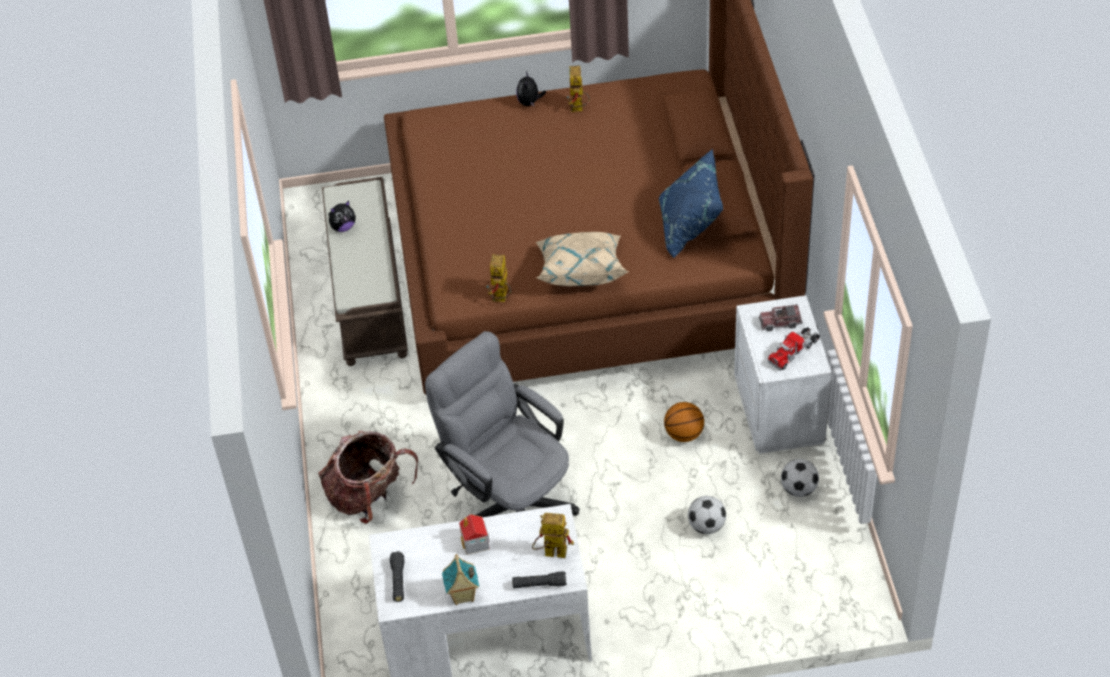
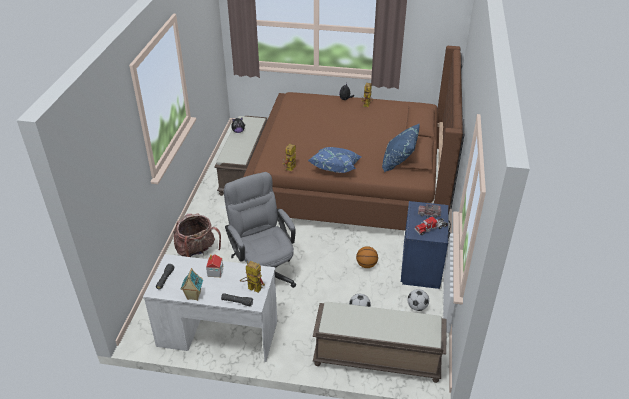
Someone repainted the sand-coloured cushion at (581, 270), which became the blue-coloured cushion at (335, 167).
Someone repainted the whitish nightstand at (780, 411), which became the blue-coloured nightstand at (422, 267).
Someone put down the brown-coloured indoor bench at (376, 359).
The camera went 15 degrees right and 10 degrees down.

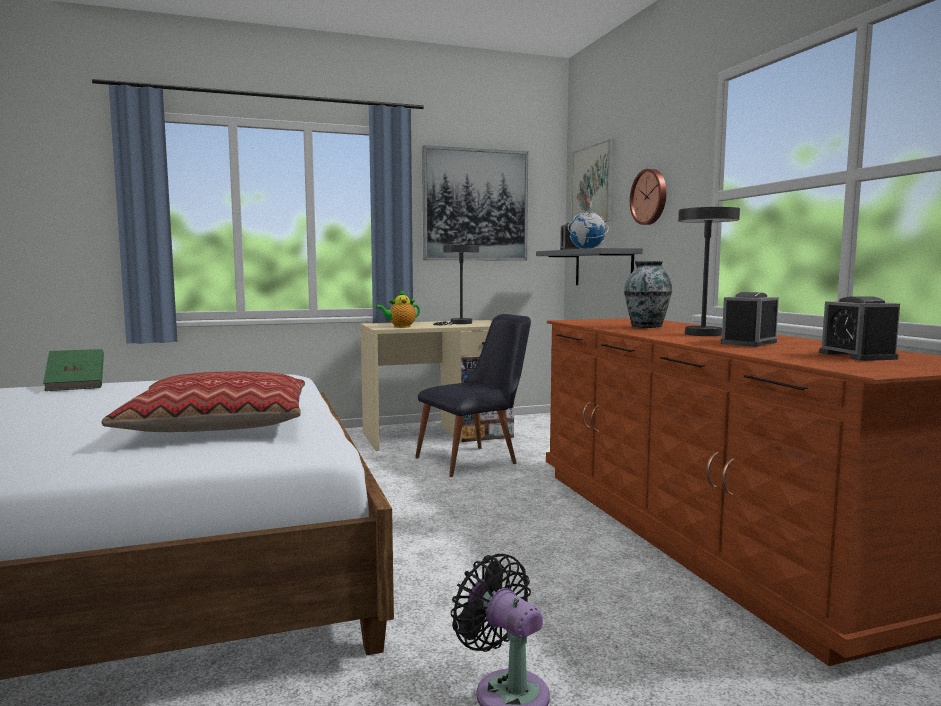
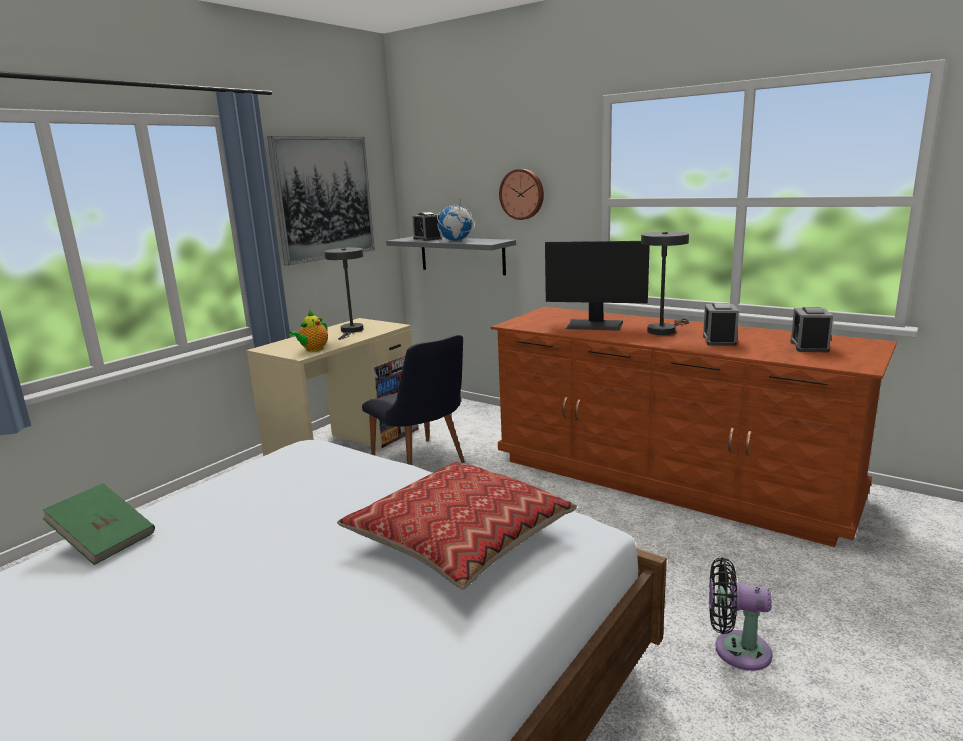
Someone took away the wall picture at (593, 184).
Someone swapped the vase at (647, 327) for the computer screen at (595, 325).
Someone rotated the bedside clock at (857, 356) by 60 degrees clockwise.
Someone rotated the black chair at (475, 459) by 120 degrees clockwise.
The camera went 35 degrees left and 10 degrees up.

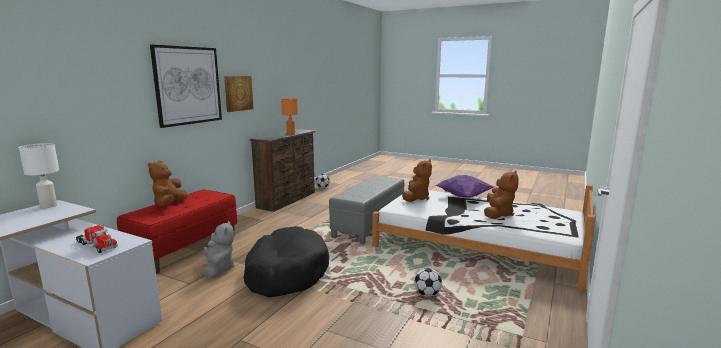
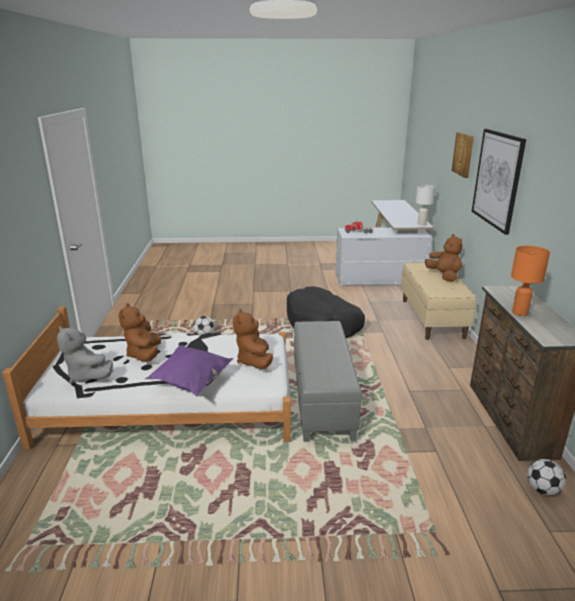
Someone carried the wall picture from (238, 93) to (463, 154).
Someone repainted the red-coloured indoor bench at (185, 249), which became the sand-coloured indoor bench at (432, 318).
Someone carried the greyish cuddly toy from (219, 269) to (87, 376).
The camera went 150 degrees right and 10 degrees up.

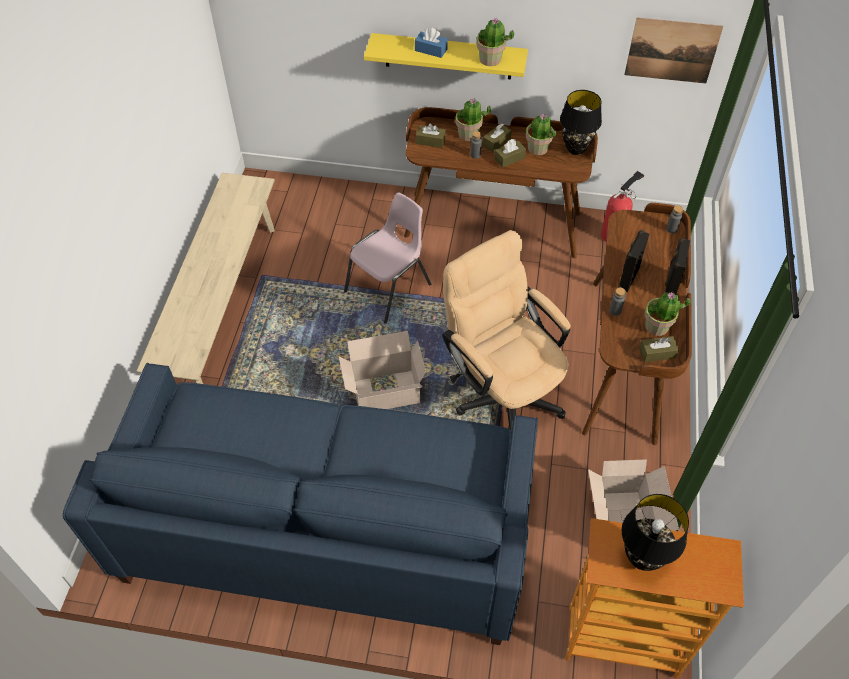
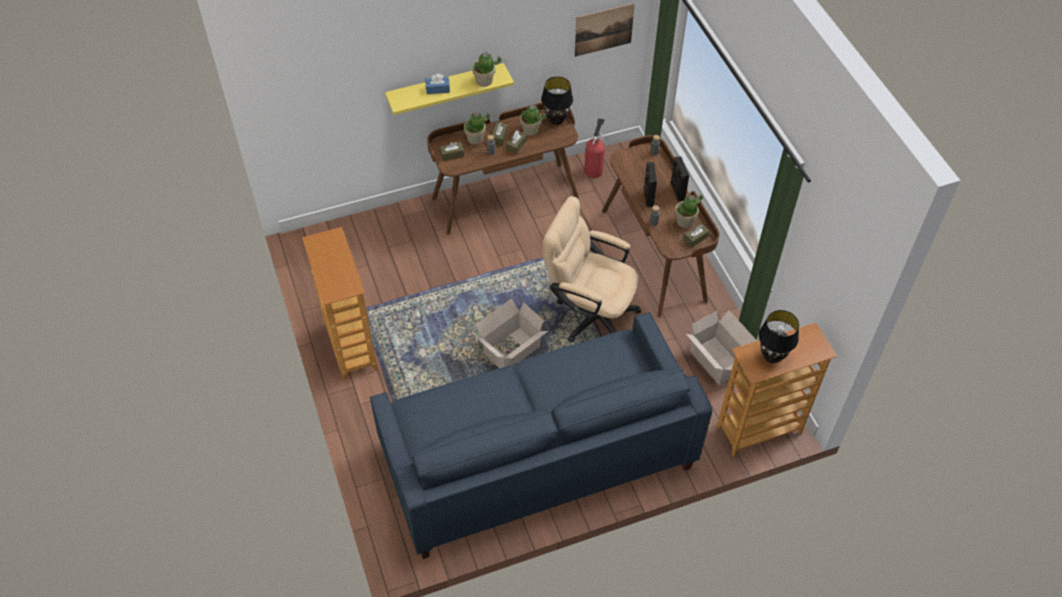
Someone swapped the sand-coloured indoor bench at (222, 308) for the bookcase at (350, 346).
Someone took away the pinkish chair at (389, 288).
The camera went 30 degrees left and 0 degrees up.

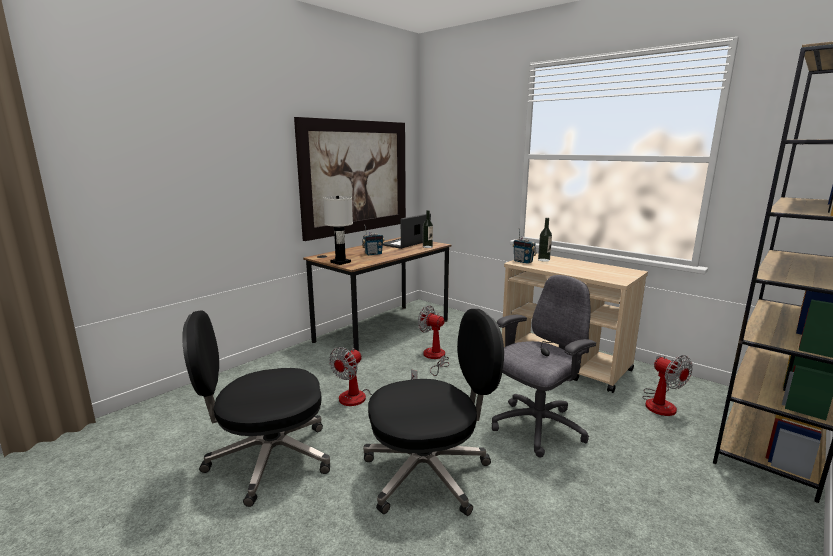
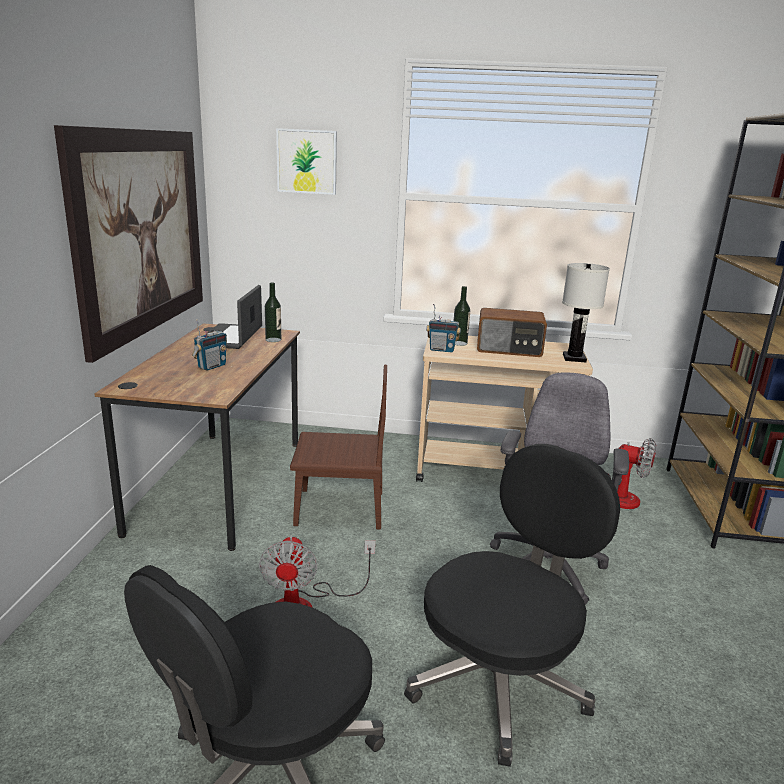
Someone carried the whitish lamp for a table from (340, 262) to (574, 358).
Someone swapped the electric fan at (435, 358) for the brown-coloured chair at (339, 508).
Someone put up the wall picture at (307, 161).
Someone put down the radio at (509, 349).
The camera went 35 degrees left and 5 degrees up.

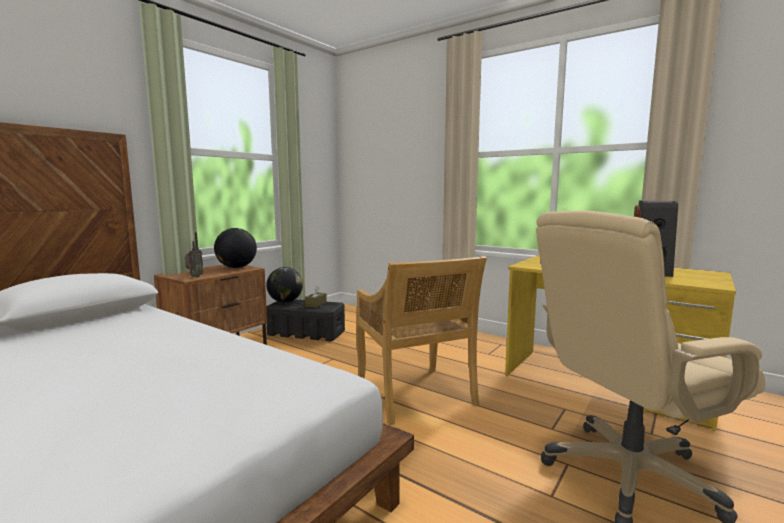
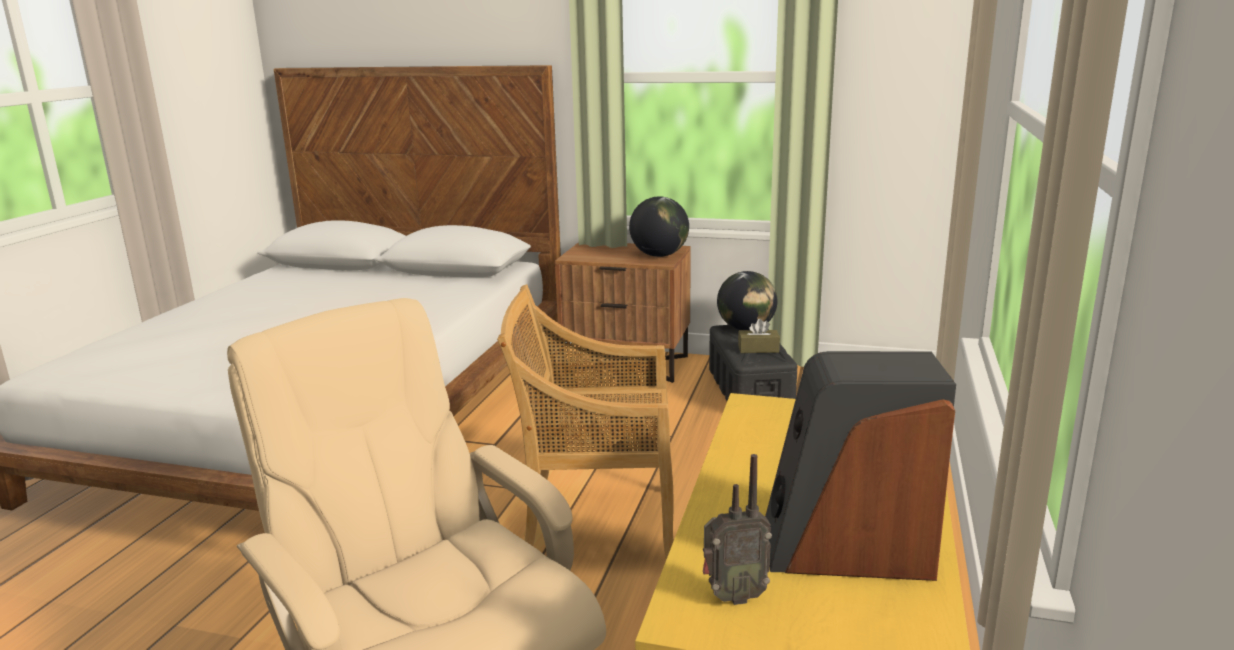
Someone carried the radio from (194, 277) to (732, 596).
Someone rotated the sand-coloured chair at (416, 395) by 45 degrees clockwise.
The camera went 70 degrees right and 10 degrees up.

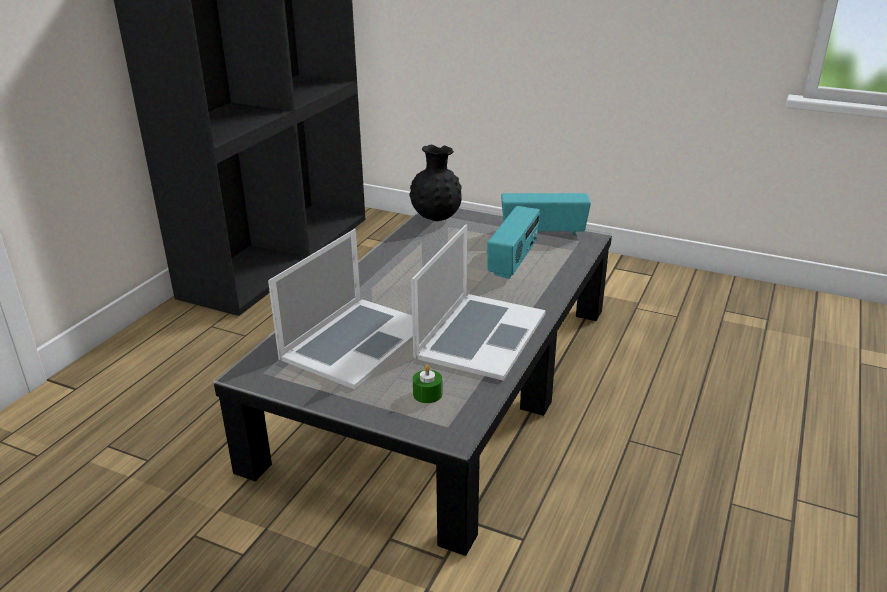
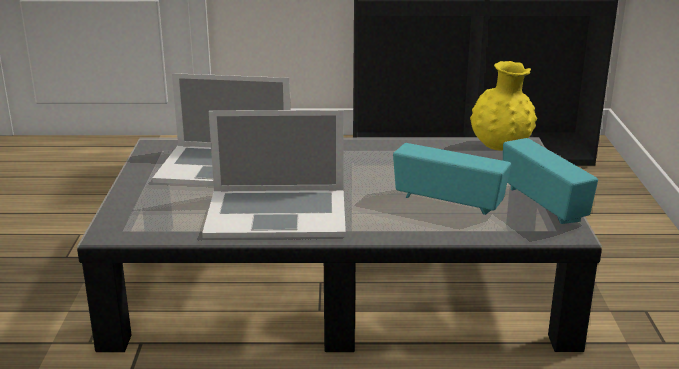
Someone repainted the black vase at (436, 218), which became the yellow-coloured vase at (500, 148).
Someone rotated the radio at (514, 261) by 150 degrees counterclockwise.
Someone took away the green candle at (427, 394).
The camera went 65 degrees right and 5 degrees down.

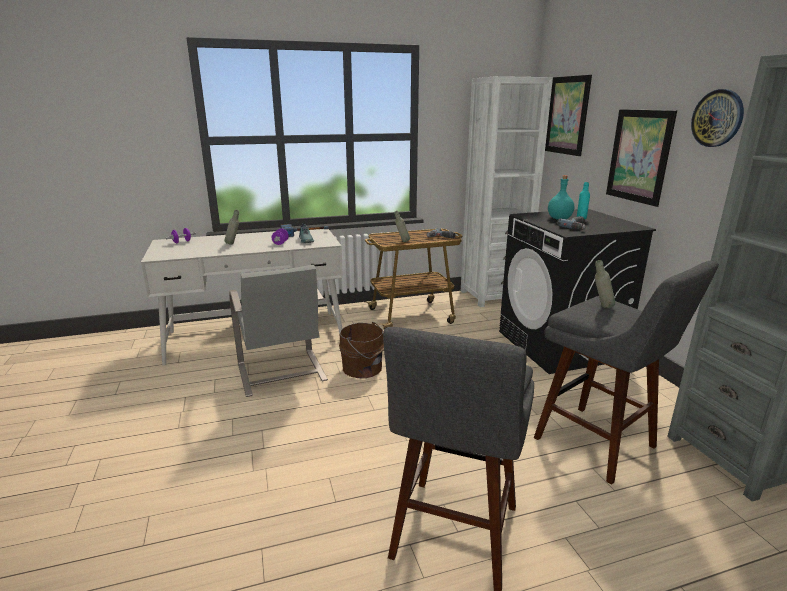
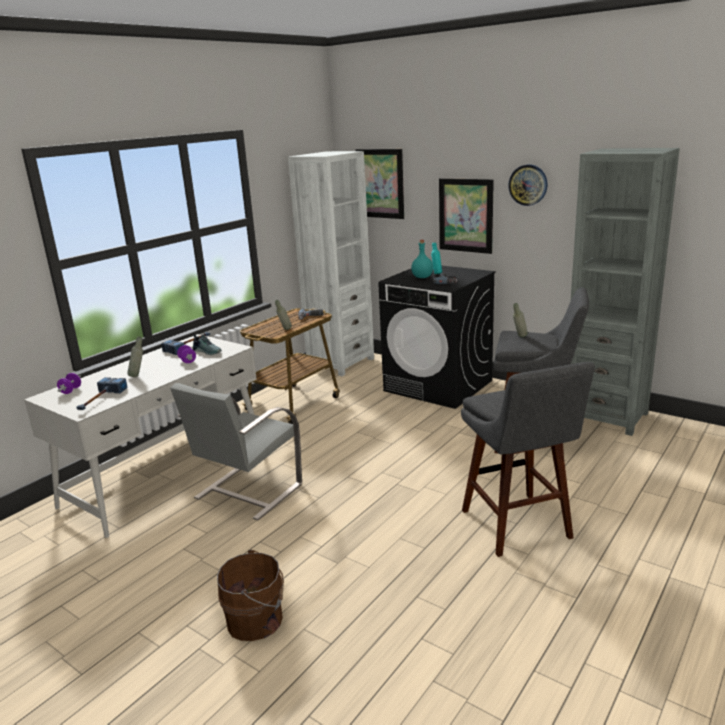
Someone rotated the greyish chair at (281, 373) by 90 degrees clockwise.
Someone carried the brown-coloured pail from (363, 369) to (257, 620).
Someone put down the tool hammer at (100, 400).
The camera went 35 degrees left and 0 degrees up.

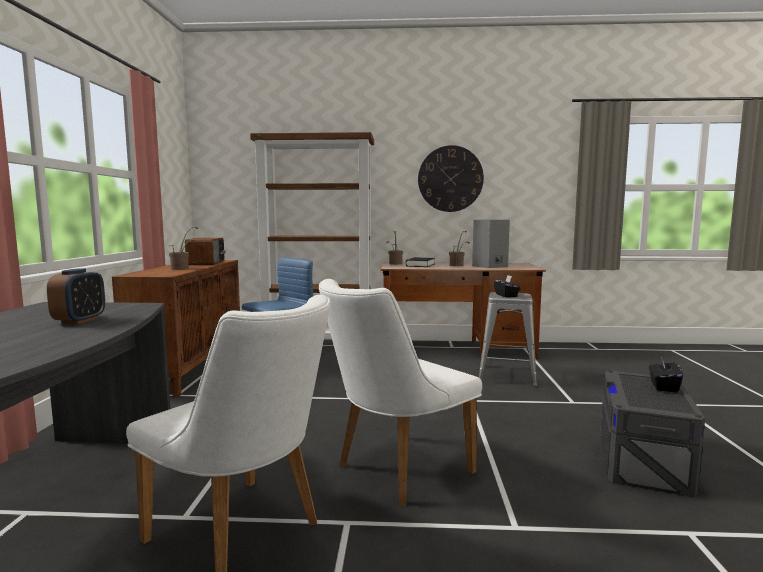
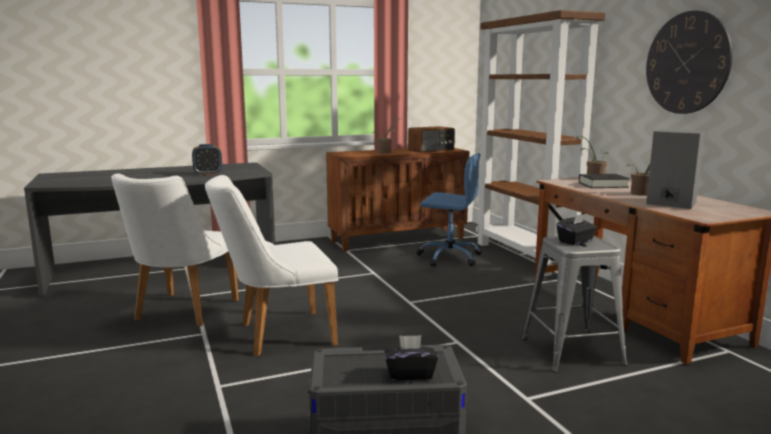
Someone rotated the whitish chair at (394, 471) by 45 degrees counterclockwise.
The camera went 65 degrees right and 5 degrees up.

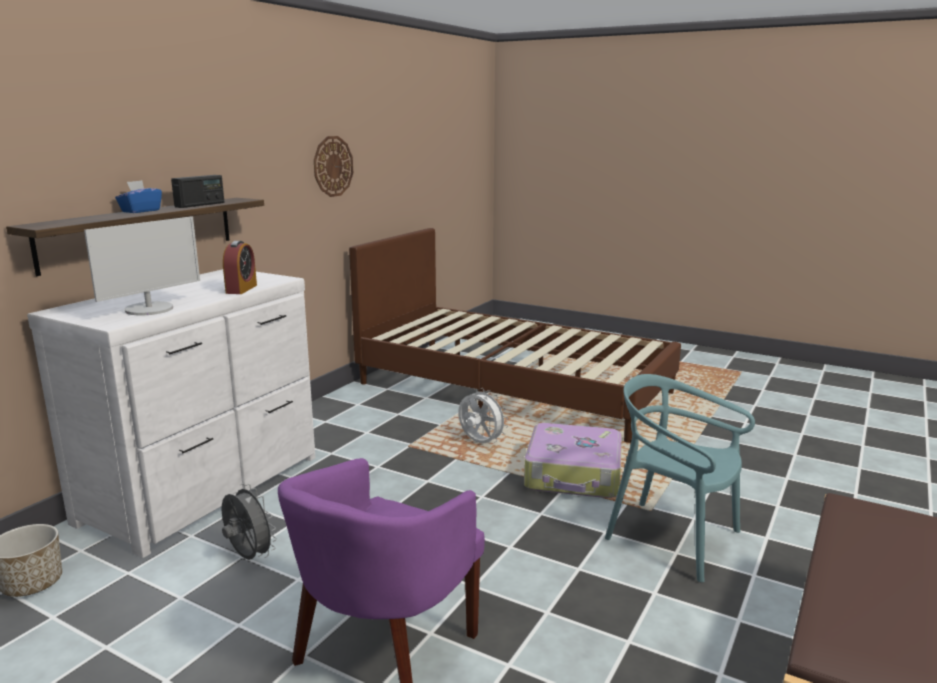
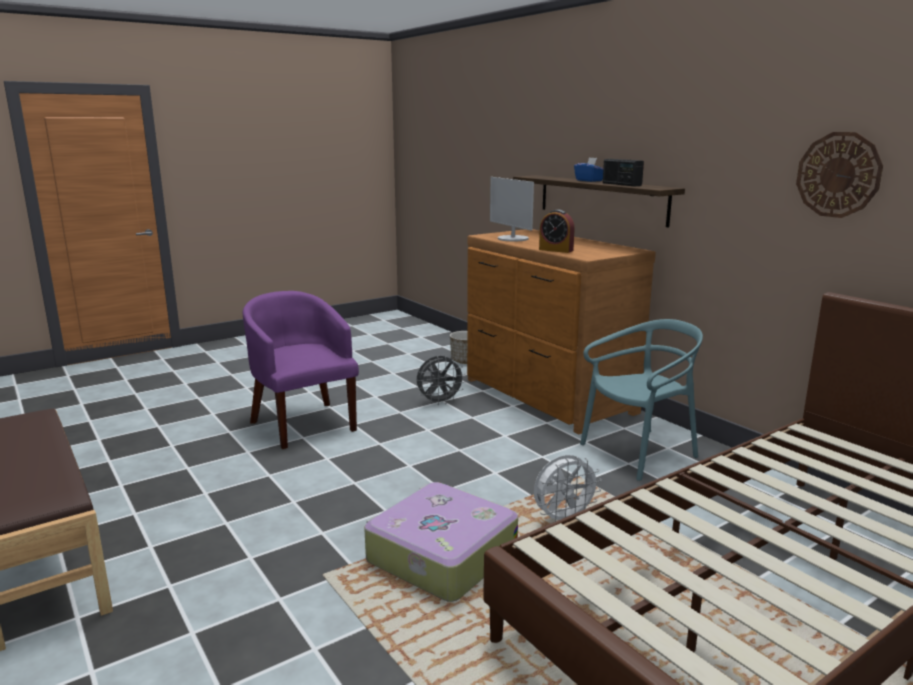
Someone repainted the whitish dresser at (206, 489), which became the brown-coloured dresser at (546, 396).
Someone carried the turquoise-coloured chair from (673, 538) to (639, 453).
The camera went 115 degrees right and 0 degrees up.

